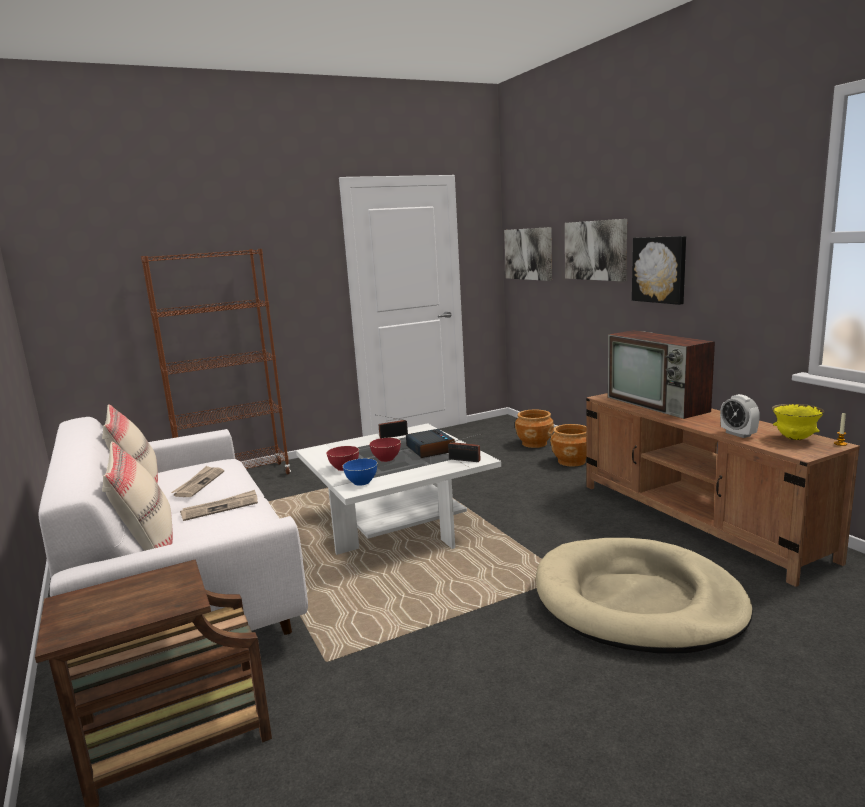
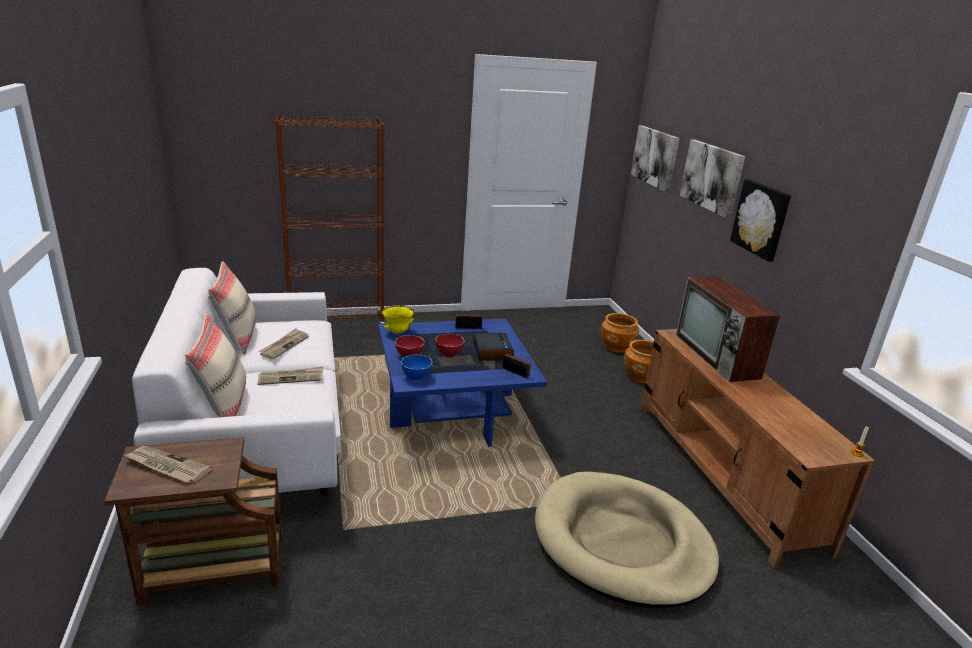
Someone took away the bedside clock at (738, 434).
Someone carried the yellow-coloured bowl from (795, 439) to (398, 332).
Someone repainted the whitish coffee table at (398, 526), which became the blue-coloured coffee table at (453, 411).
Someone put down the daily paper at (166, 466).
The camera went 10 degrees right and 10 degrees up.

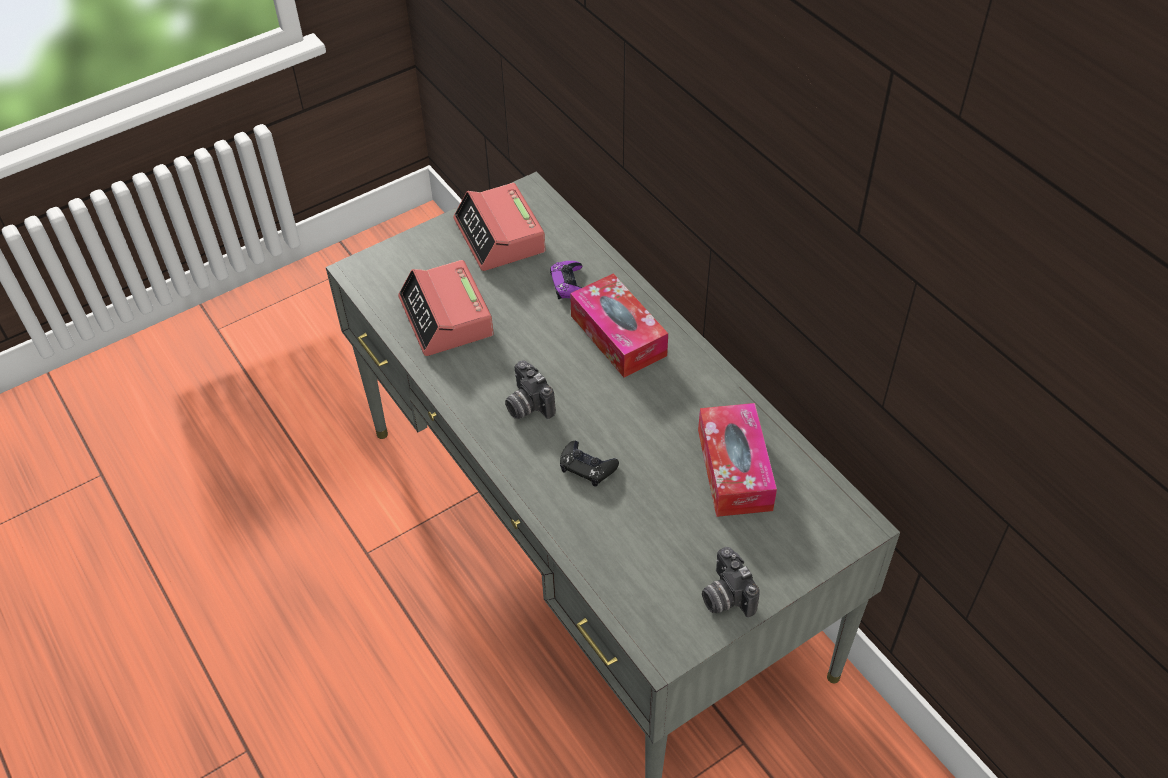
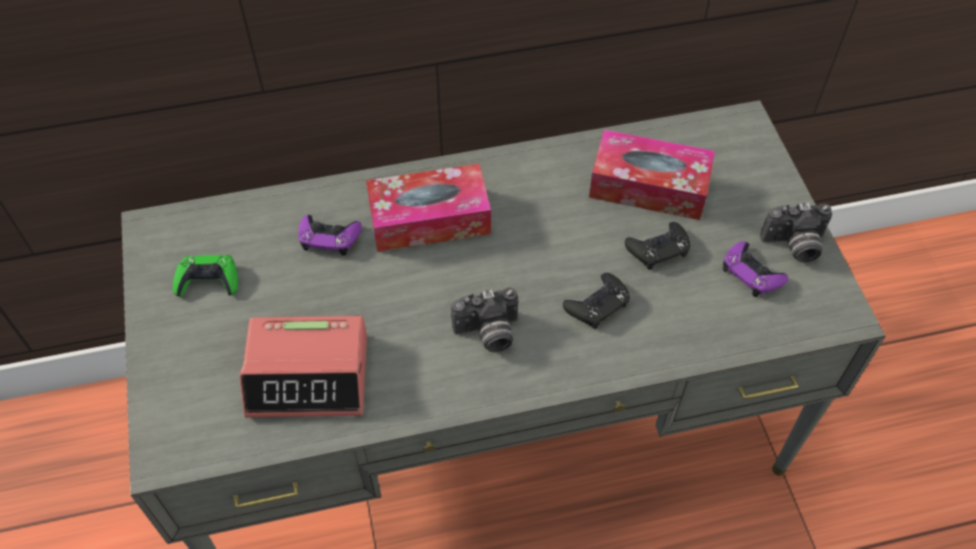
Someone swapped the bedside clock at (500, 236) for the green game controller at (208, 280).
Someone put down the black game controller at (658, 249).
Someone put down the purplish game controller at (751, 273).
The camera went 70 degrees left and 5 degrees up.

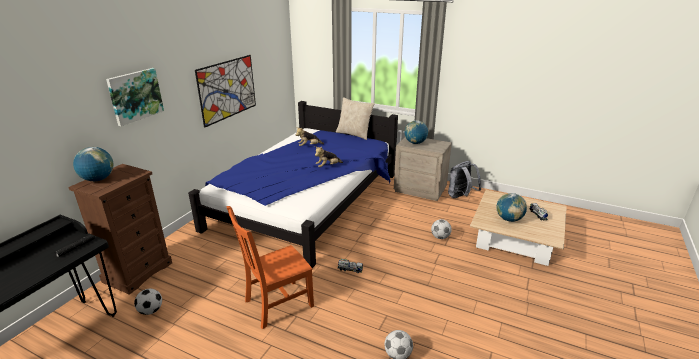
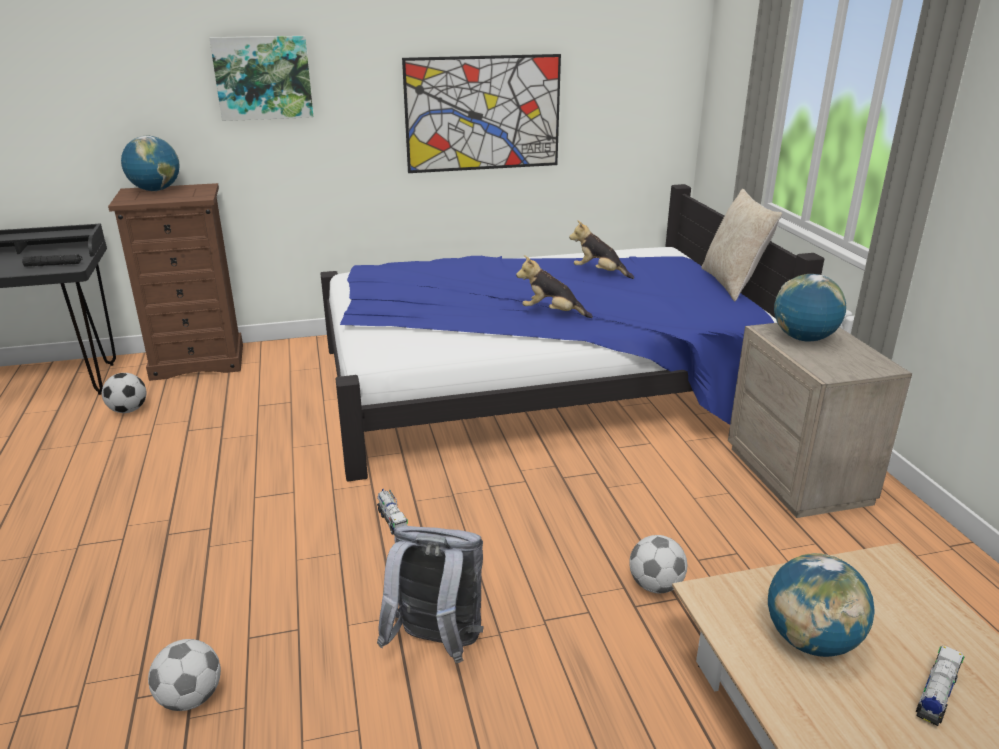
Someone carried the greyish knapsack from (461, 196) to (436, 644).
Someone took away the orange-coloured chair at (276, 304).
The camera went 50 degrees right and 0 degrees up.

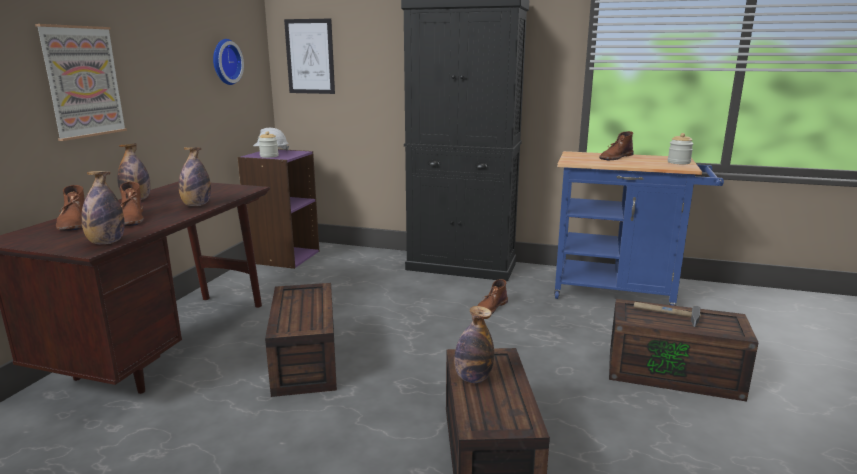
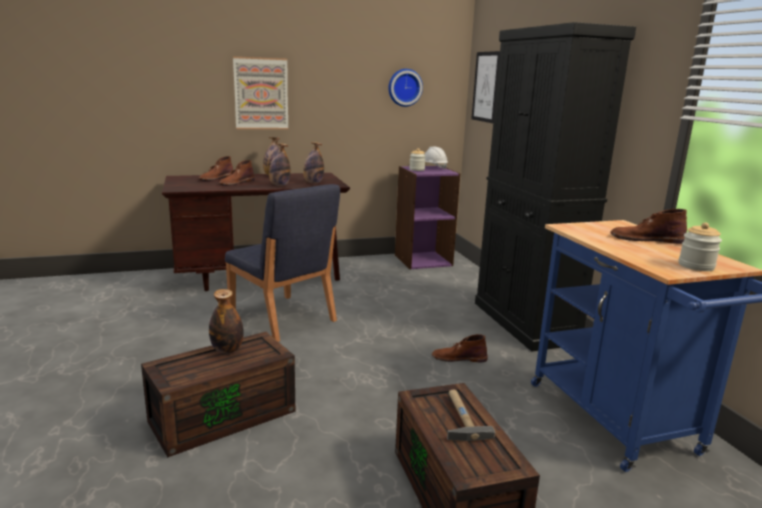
Someone carried the bottle from (106, 243) to (313, 182).
Someone swapped the brown-coloured storage bin at (307, 361) for the blue-coloured chair at (283, 318).
The camera went 55 degrees right and 0 degrees up.

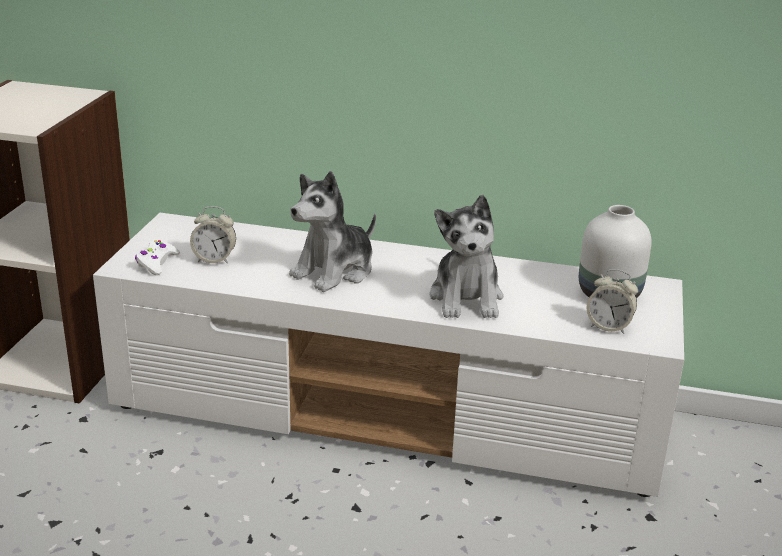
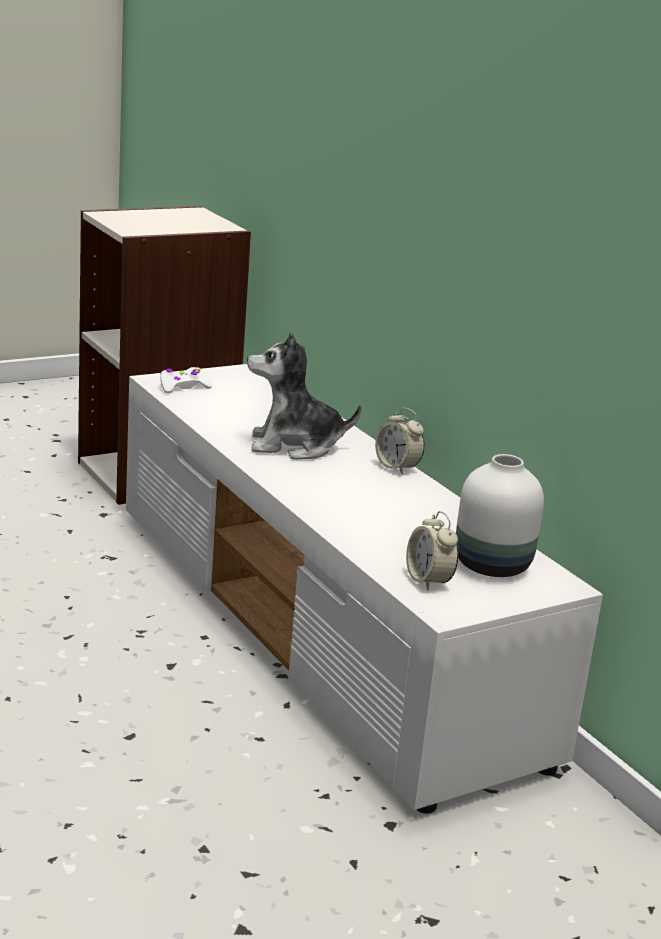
Someone took away the cuddly toy at (467, 298).
Someone carried the bedside clock from (214, 259) to (397, 467).
The camera went 45 degrees right and 5 degrees down.

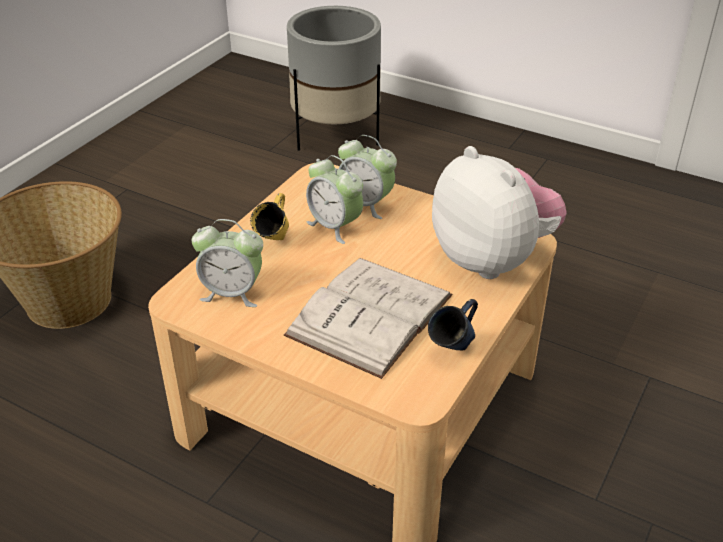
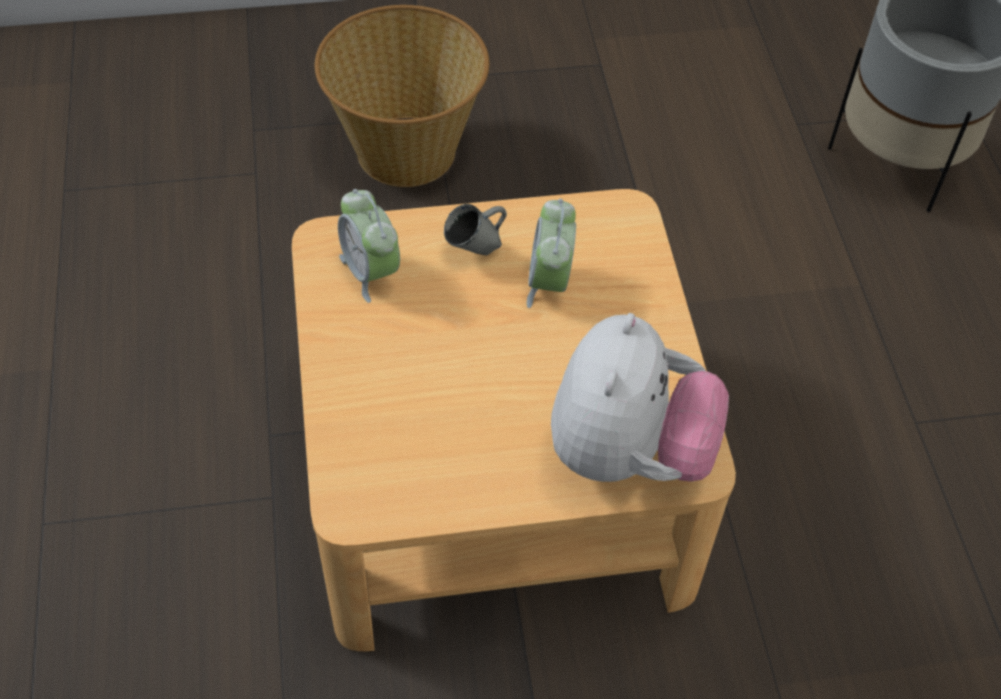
Someone took away the bedside clock at (366, 204).
Someone repainted the yellow-coloured coffee mug at (274, 242), which became the greyish coffee mug at (475, 252).
Someone took away the whitish book at (370, 315).
Someone took away the blue-coloured coffee mug at (453, 351).
The camera went 50 degrees right and 15 degrees up.

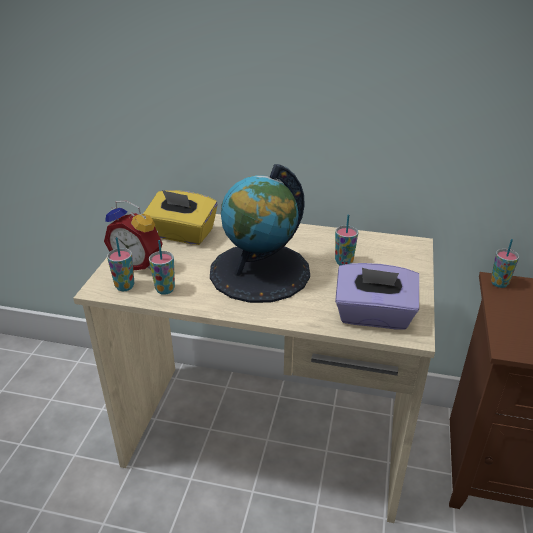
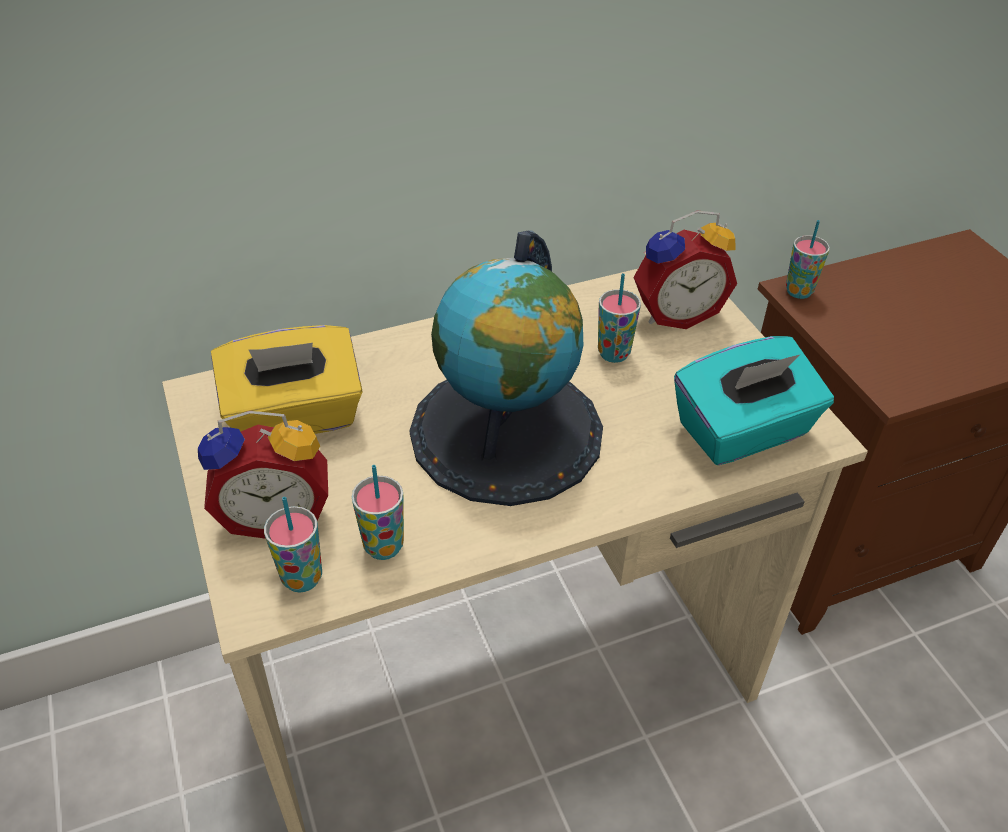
Someone repainted the purplish box of tissues at (373, 316), which became the turquoise-coloured box of tissues at (743, 432).
Someone put down the bedside clock at (675, 313).
The camera went 35 degrees left and 10 degrees up.

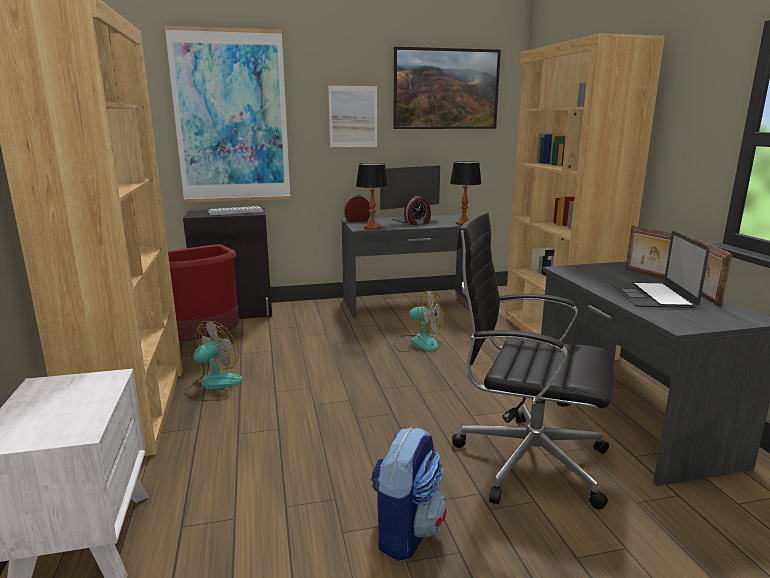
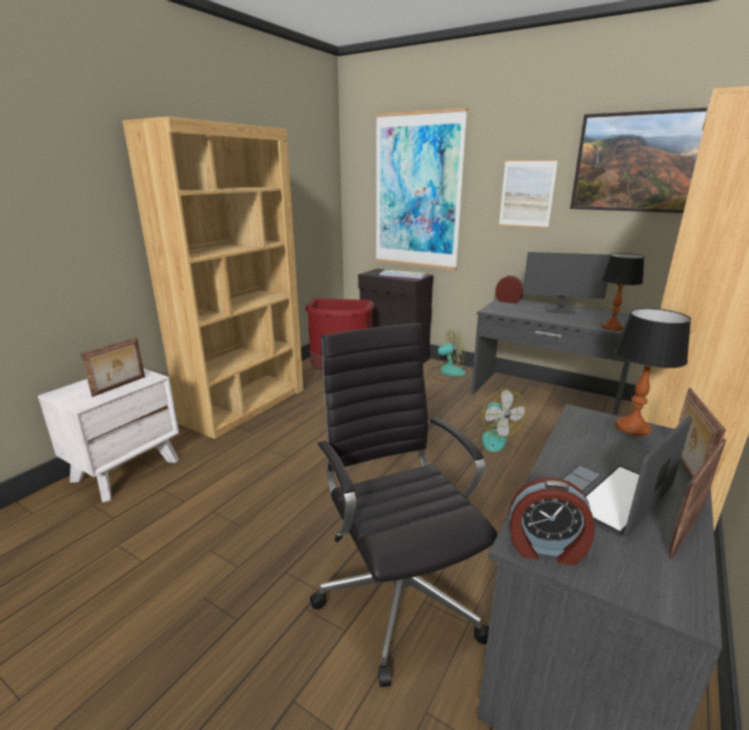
Someone carried the lamp for a table from (372, 227) to (632, 427).
Someone carried the bedside clock from (418, 223) to (546, 548).
Someone carried the electric fan from (213, 386) to (446, 372).
Someone took away the knapsack at (406, 531).
Someone put down the picture frame at (120, 386).
The camera went 45 degrees right and 5 degrees up.

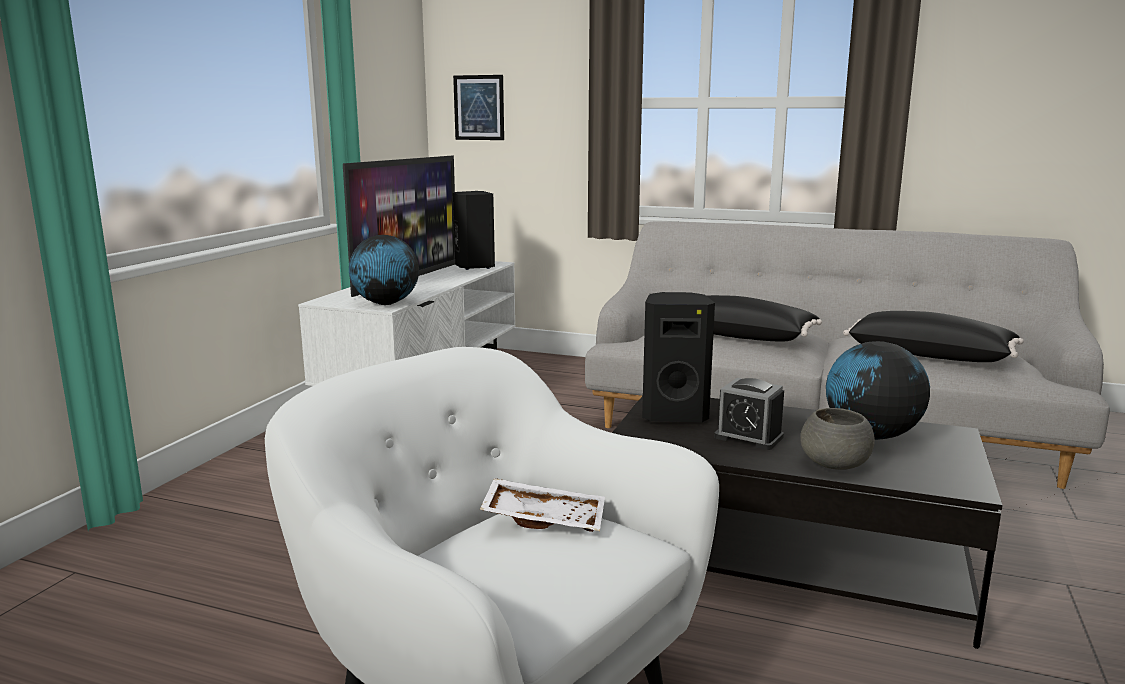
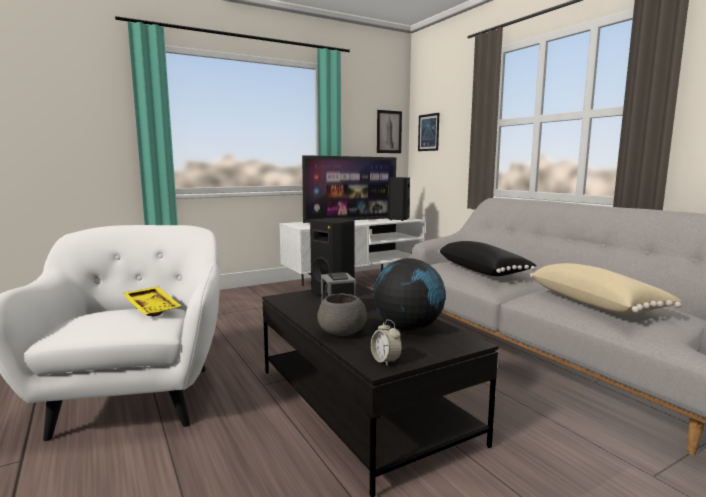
Someone took away the desk globe at (385, 303).
Someone repainted the black cushion at (929, 355), which became the sand-coloured cushion at (596, 304).
Someone repainted the whitish tray at (544, 518), which became the yellow-coloured tray at (153, 308).
Someone put up the wall picture at (389, 132).
Someone put down the bedside clock at (385, 361).
The camera went 40 degrees right and 5 degrees down.

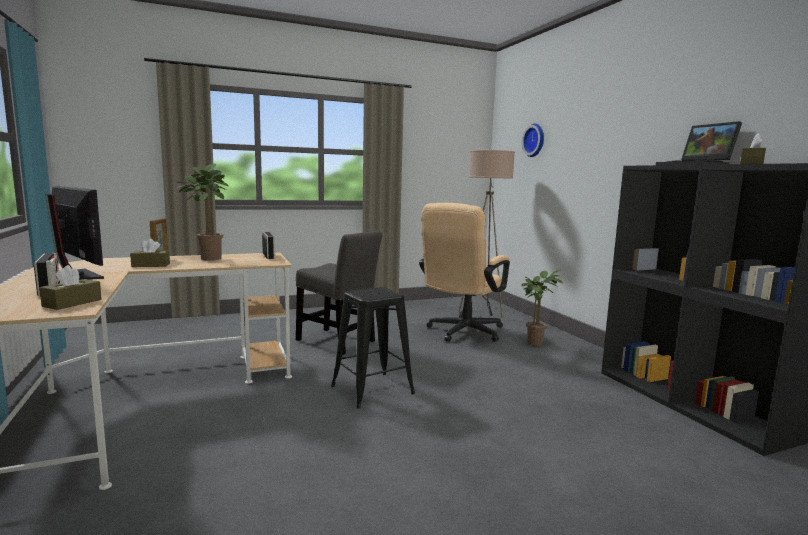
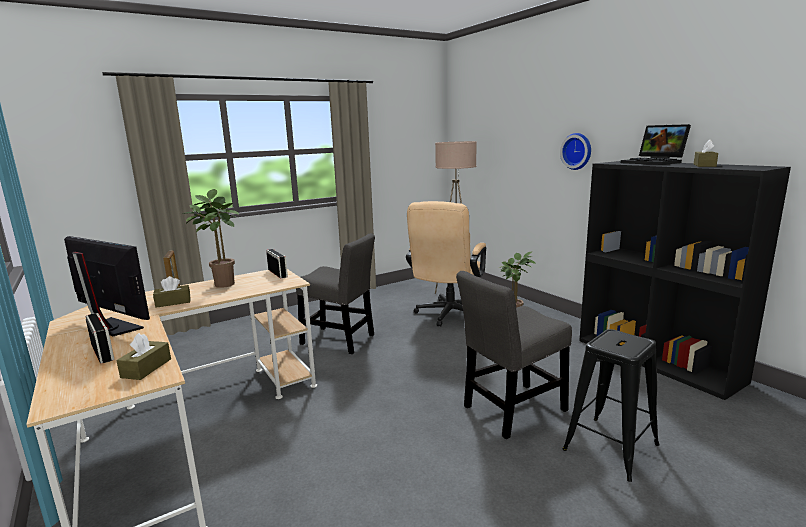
Someone carried the clock on the wall from (535, 140) to (577, 151).
Someone carried the black stool seat from (372, 390) to (611, 447).
Someone put down the greyish chair at (511, 410).
The camera went 10 degrees left and 5 degrees up.

